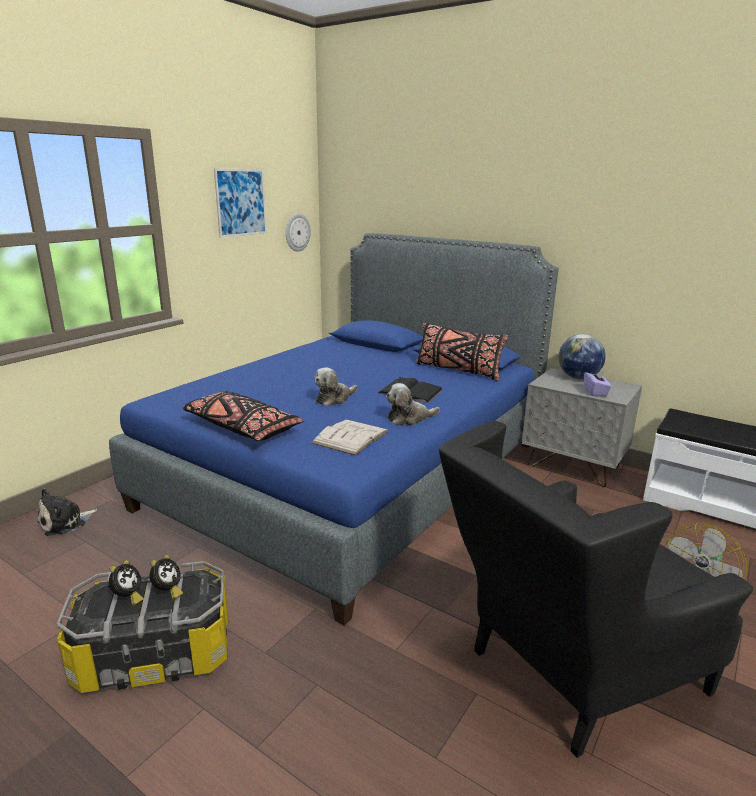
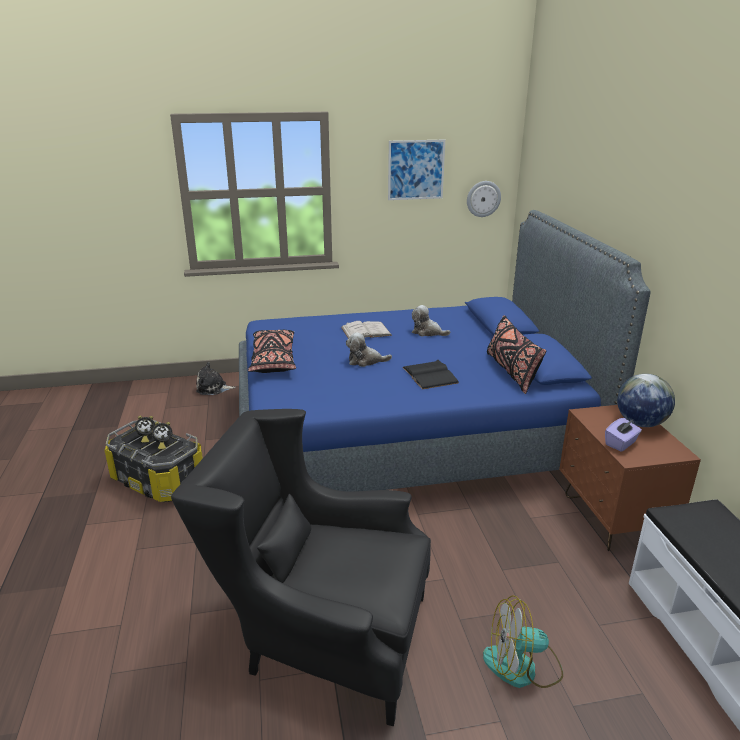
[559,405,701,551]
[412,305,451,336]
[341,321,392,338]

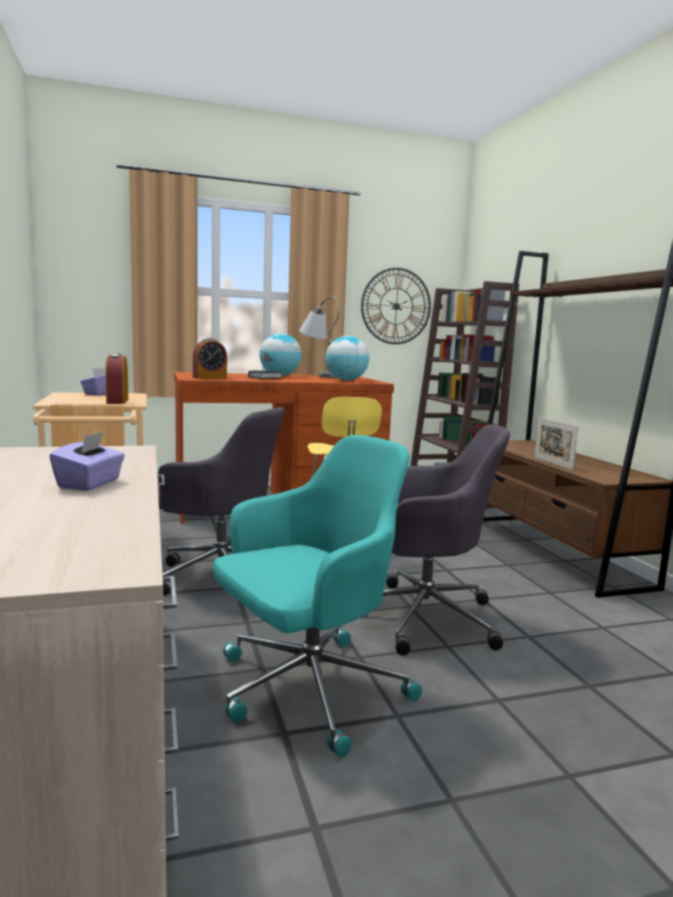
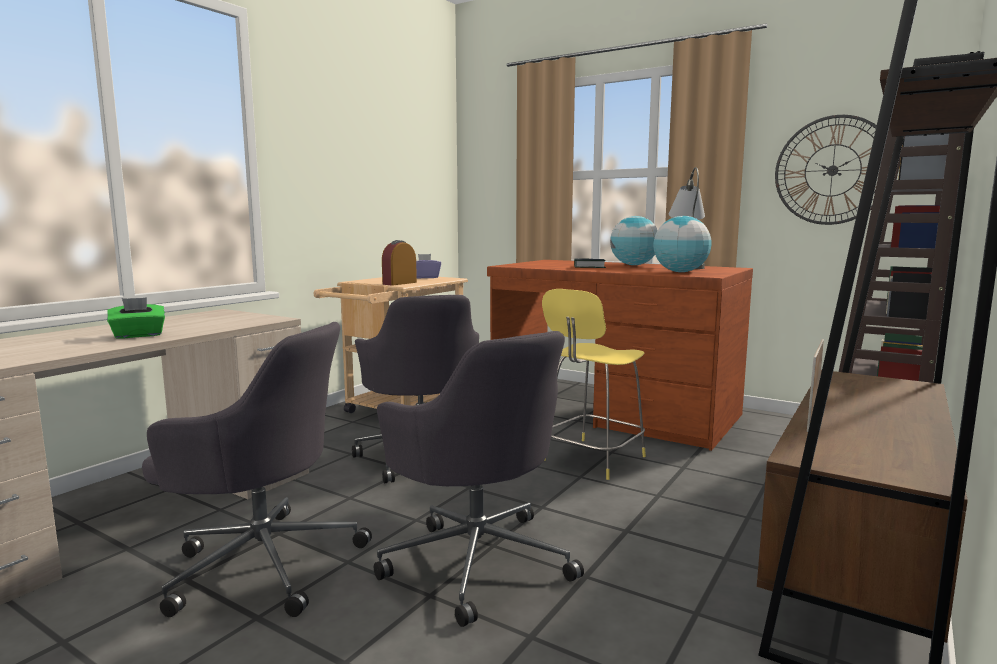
[193,338,227,379] (first image)
[107,297,165,339]
[142,322,372,617]

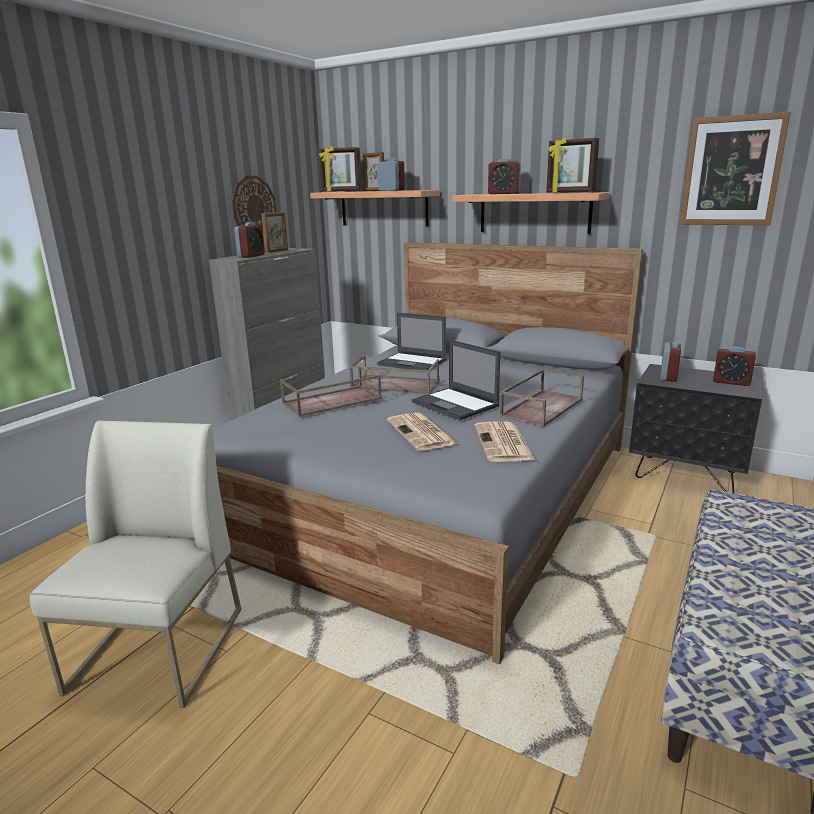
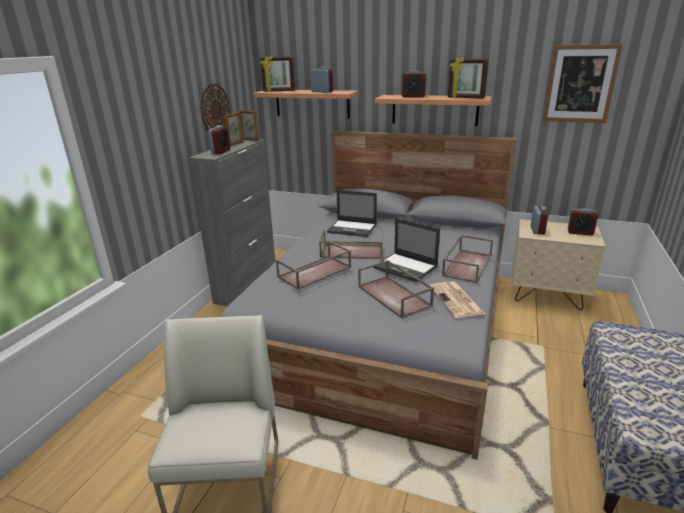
[239,110,259,141]
[512,219,606,310]
[358,260,434,318]

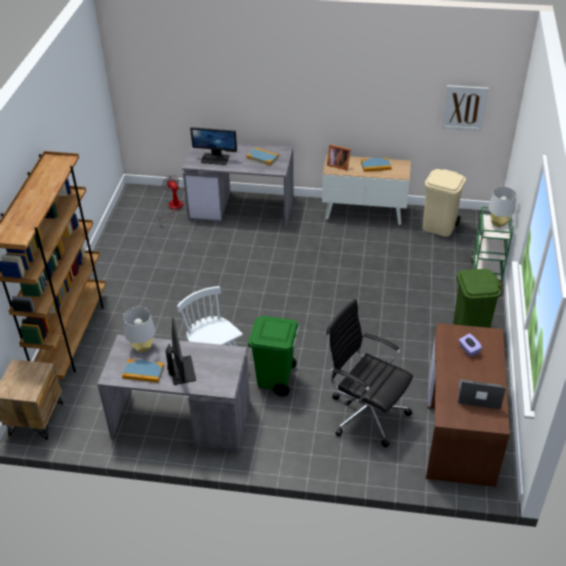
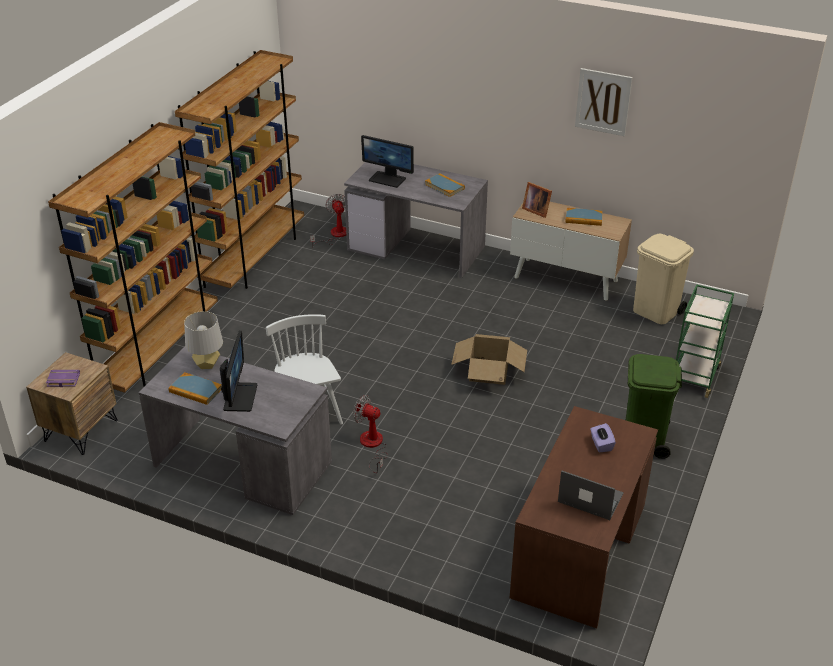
[575,68,632,136]
[488,187,516,228] (first image)
[327,299,413,447] (first image)
[353,395,388,473]
[175,50,304,289]
[451,334,527,385]
[46,370,80,387]

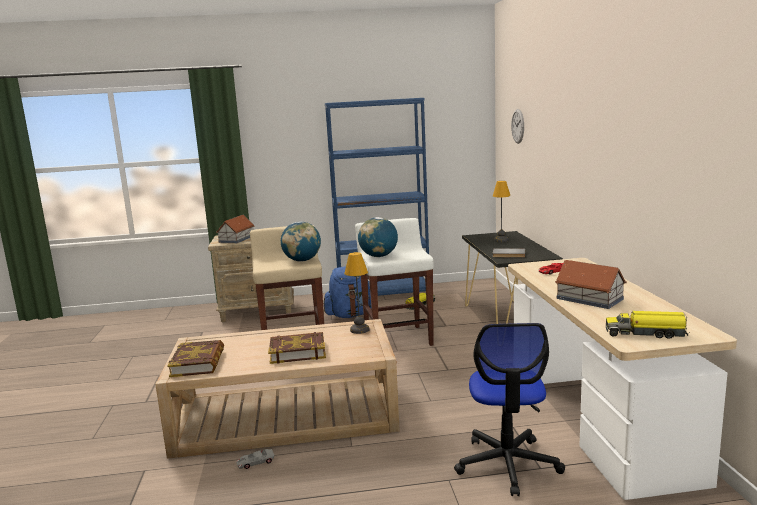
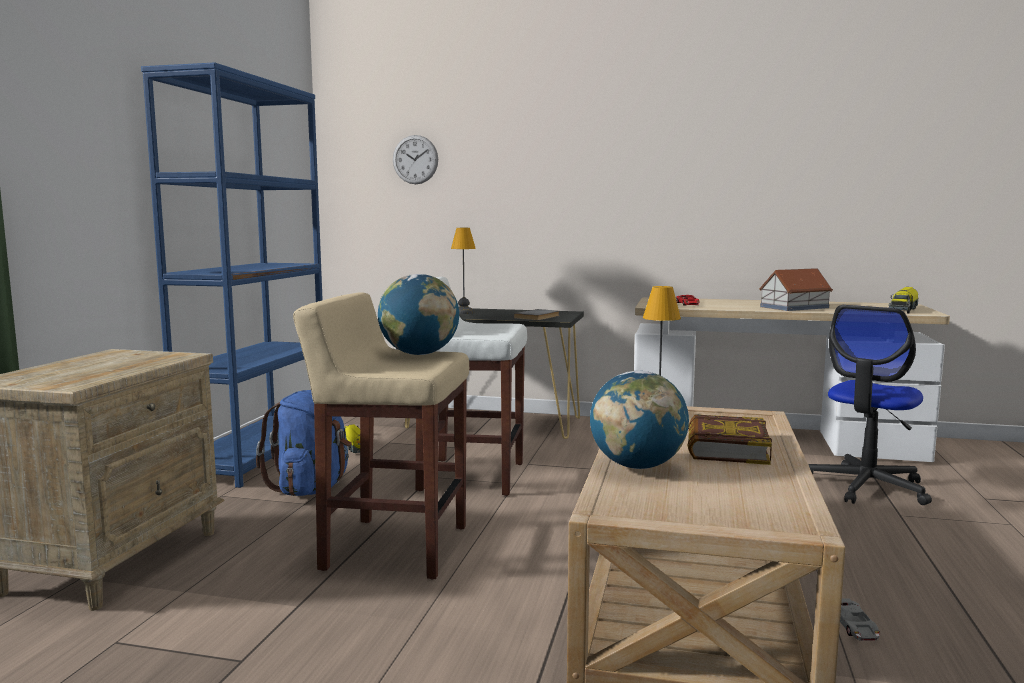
[216,215,255,243] (first image)
[590,371,689,469]
[808,305,932,505]
[167,340,224,377] (first image)

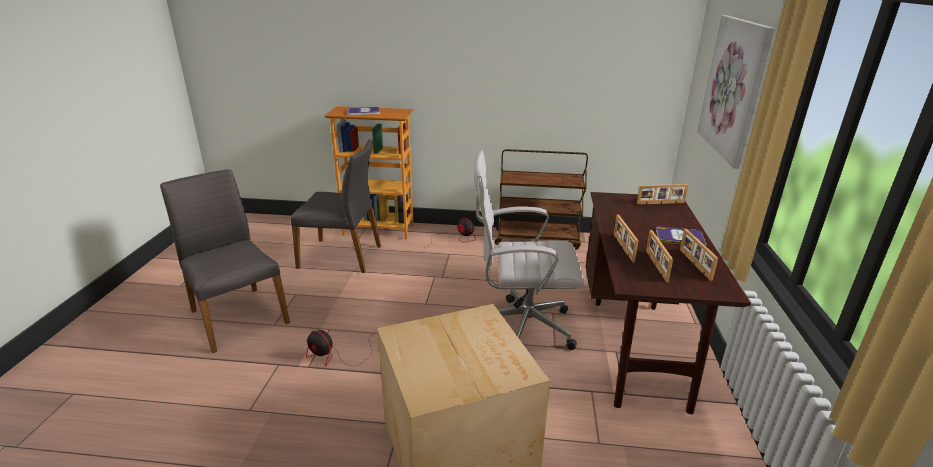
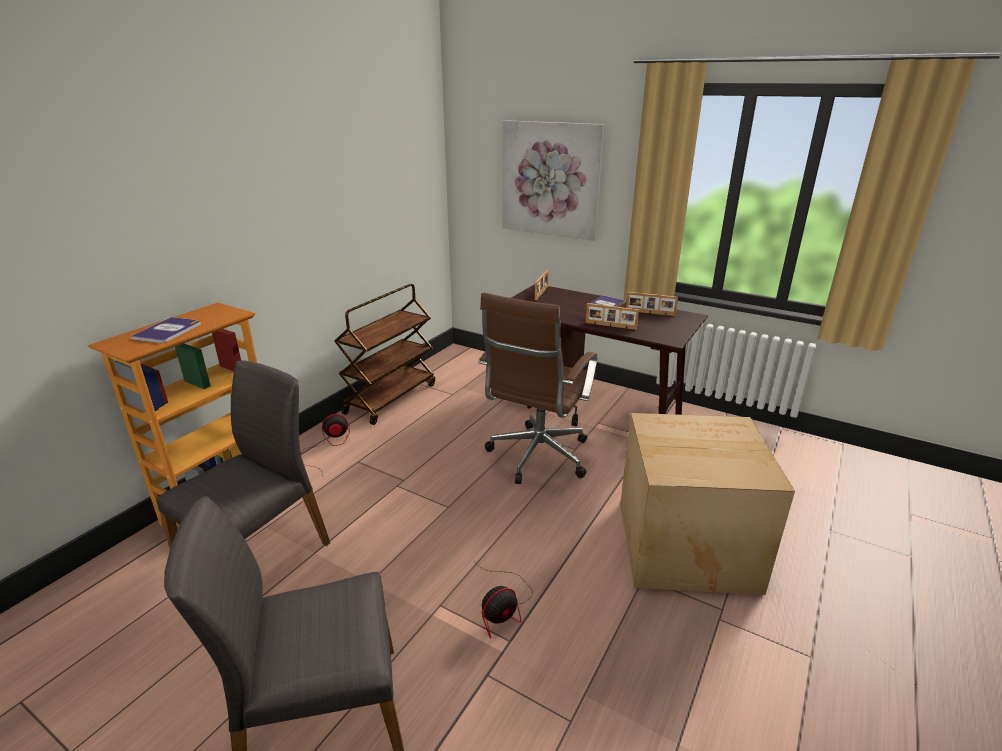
[478,293,597,484]
[646,230,674,282] (first image)

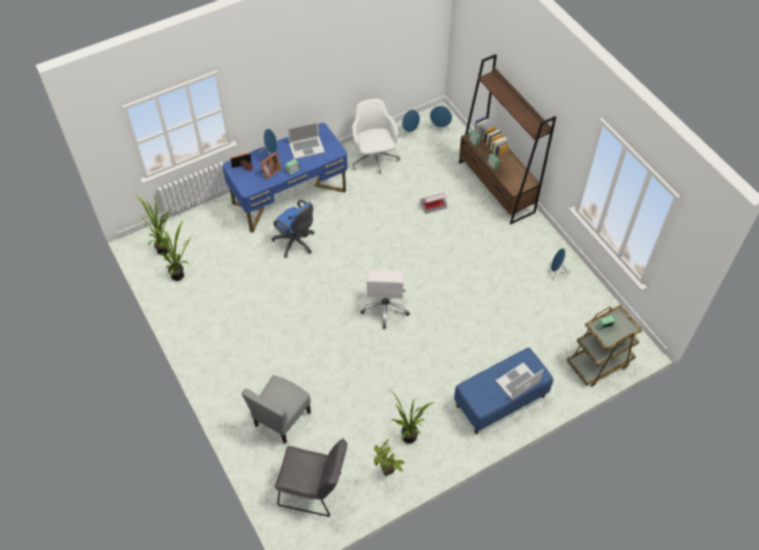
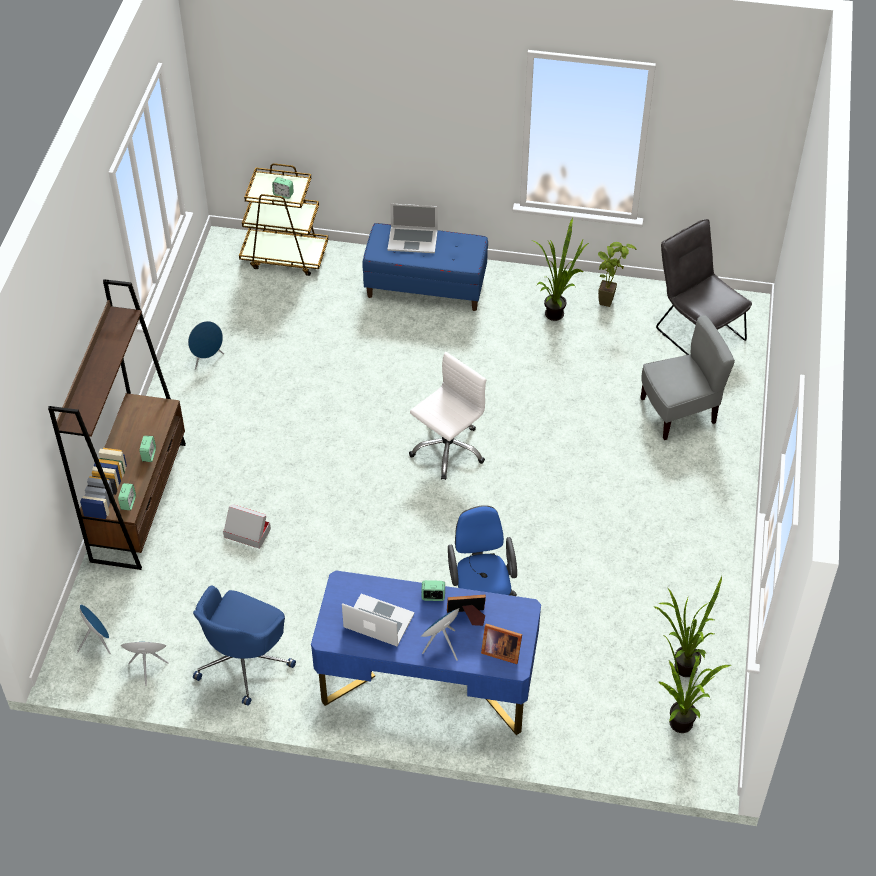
[193,585,296,706]

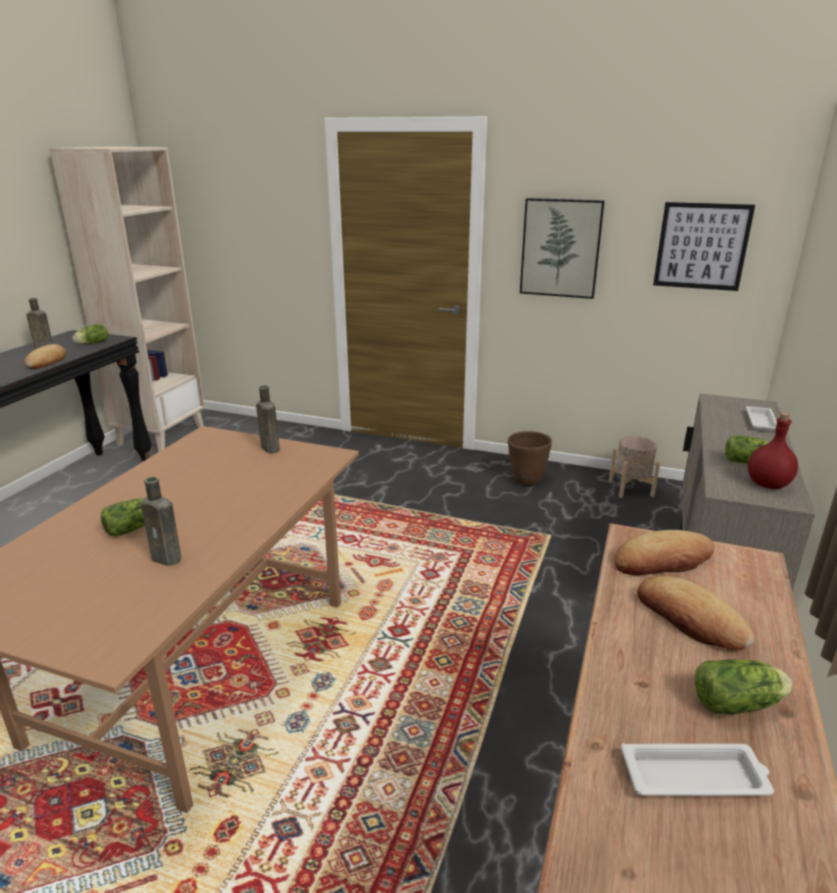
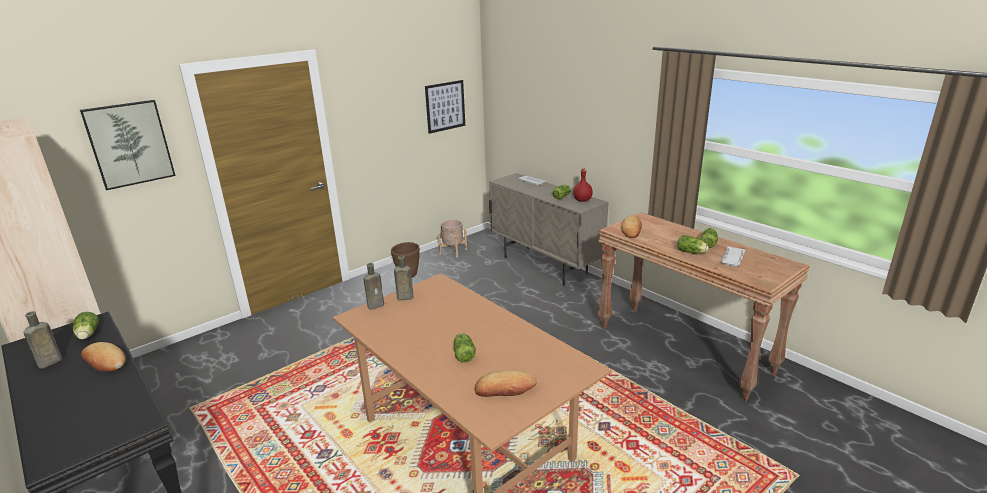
[80,100,175,190]
[364,263,384,310]
[475,370,537,397]
[677,235,709,254]

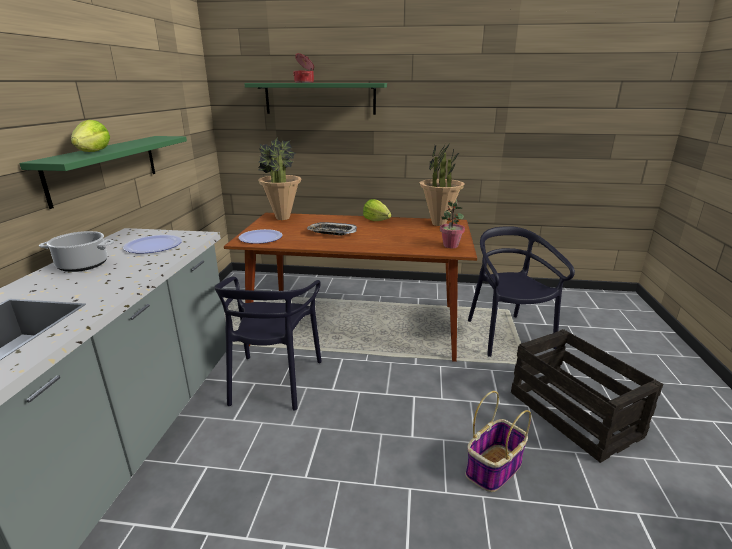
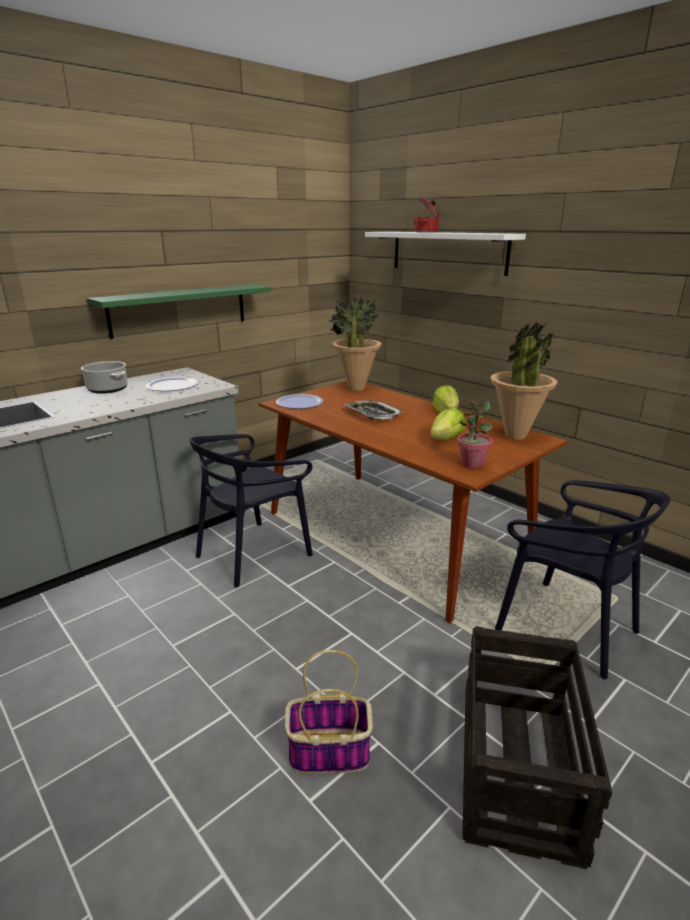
[365,232,526,276]
[430,408,466,440]
[495,480,670,679]

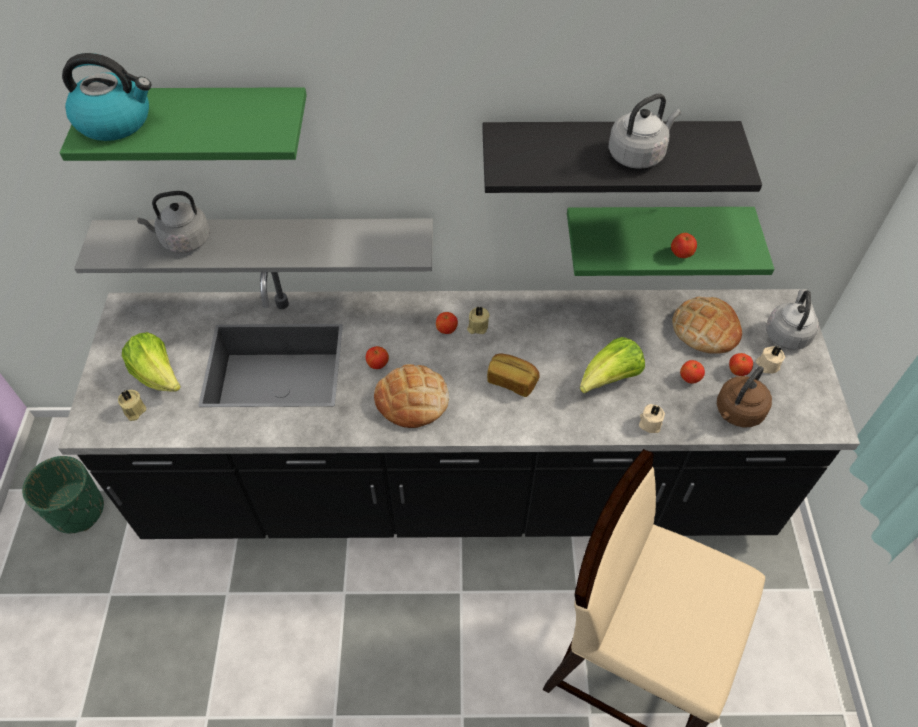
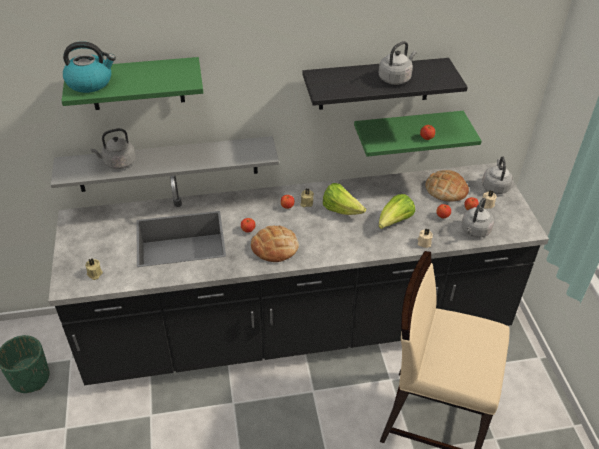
[323,183,366,215]
[487,354,540,397] (first image)
[461,198,494,238]

